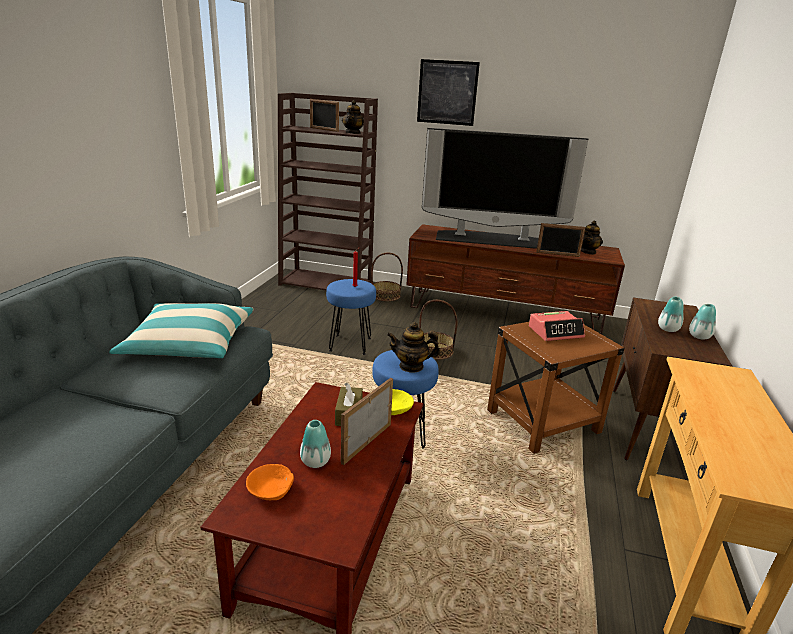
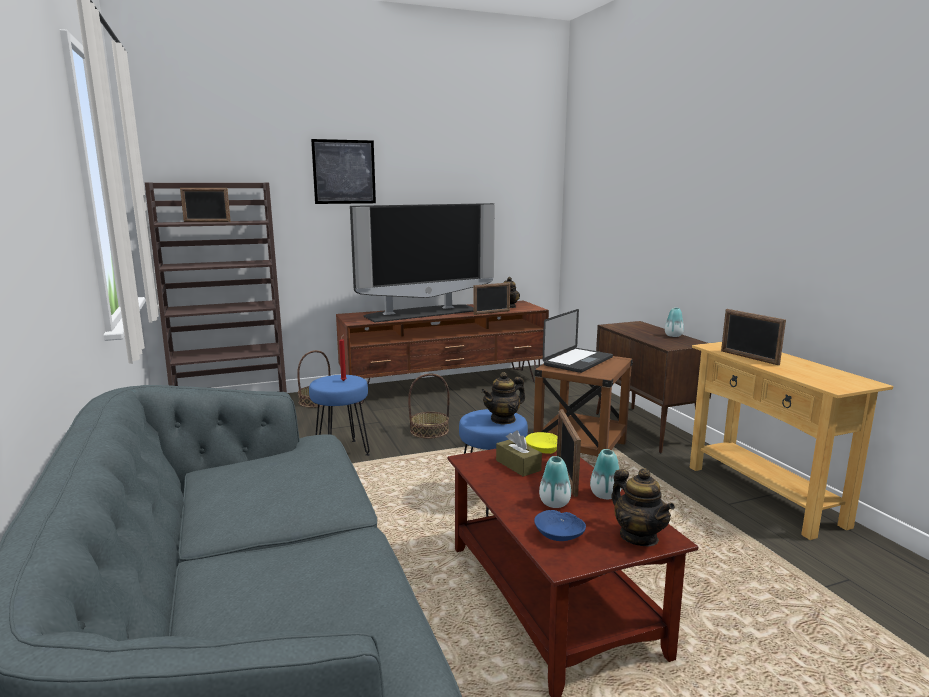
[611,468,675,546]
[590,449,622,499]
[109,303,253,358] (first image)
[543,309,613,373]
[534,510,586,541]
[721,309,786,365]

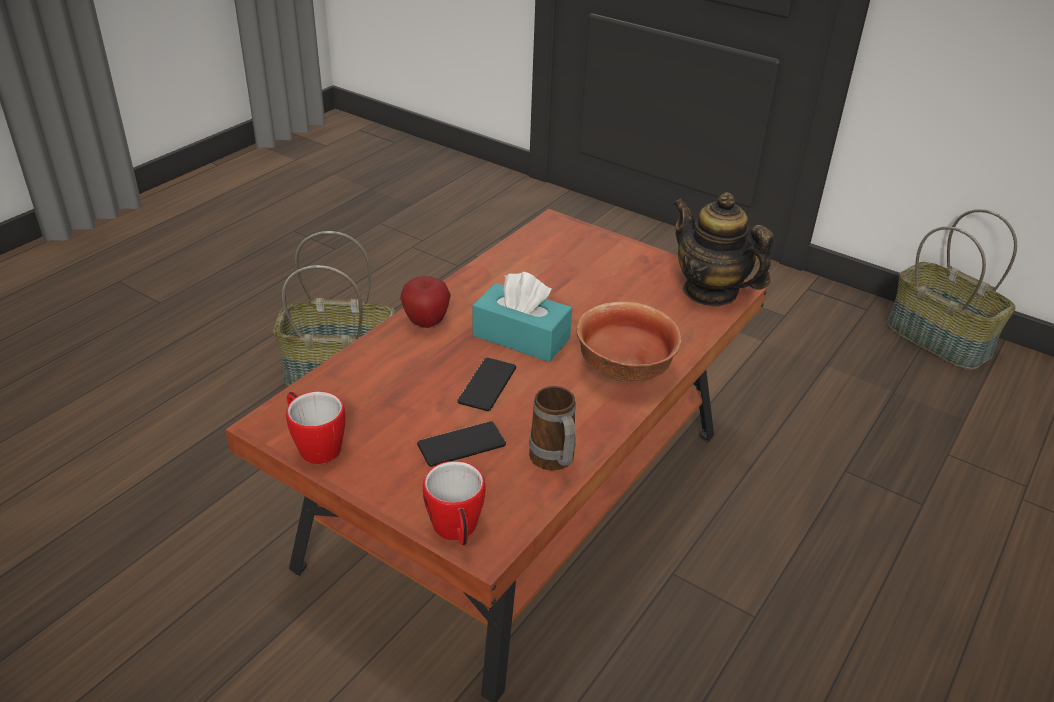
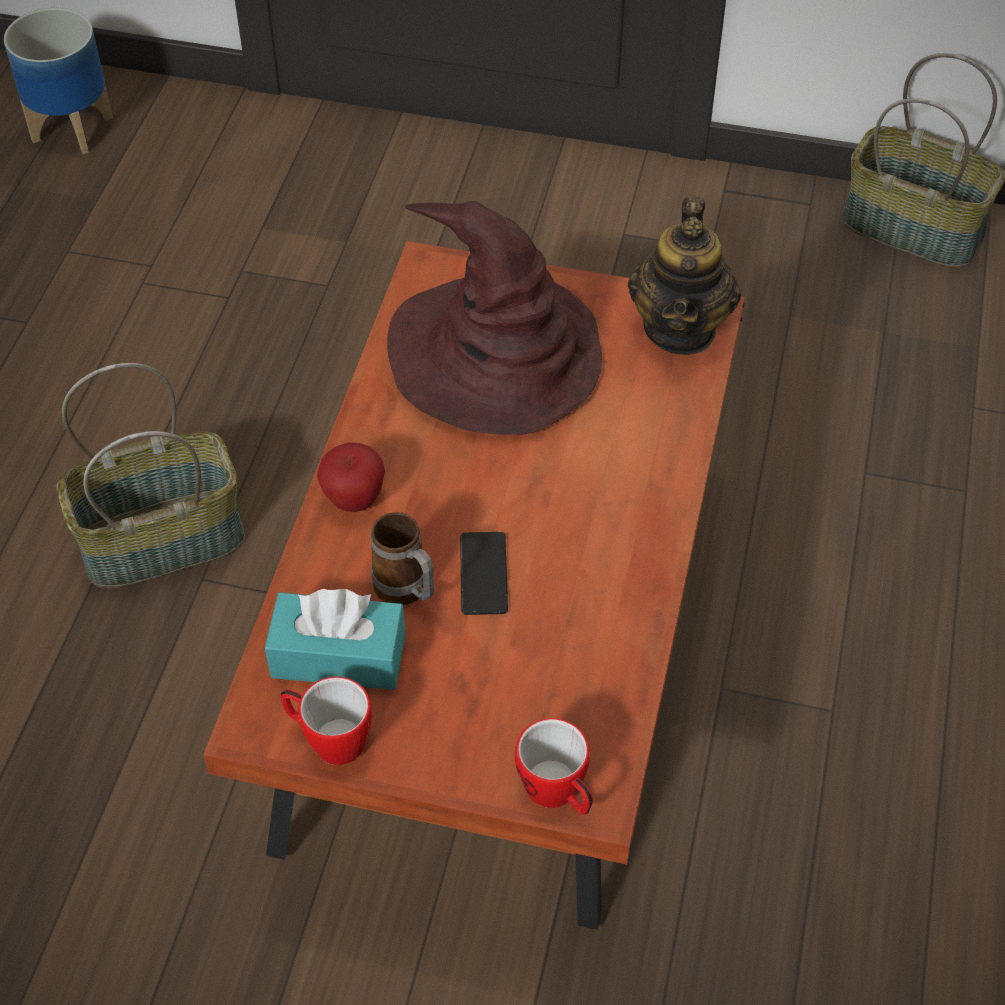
[628,196,741,355]
[265,589,406,690]
[577,302,681,382] (first image)
[371,512,434,605]
[417,421,506,467] (first image)
[4,8,113,154]
[387,201,602,435]

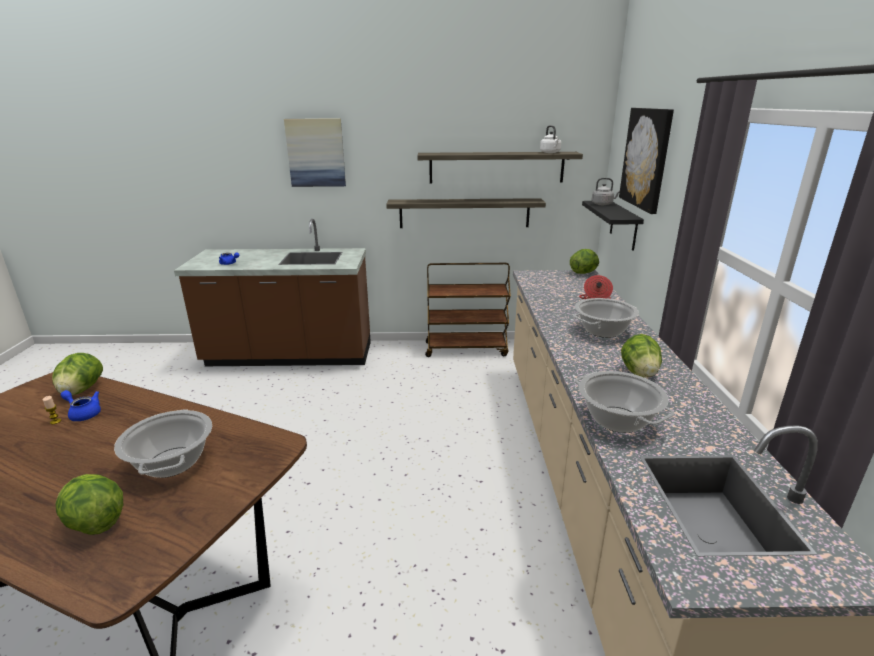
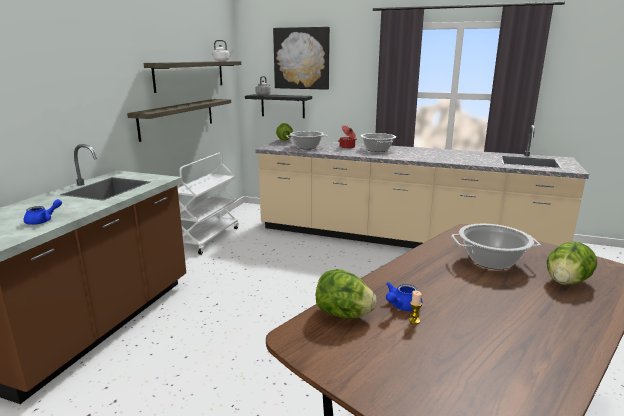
[284,118,346,187] (first image)
[177,153,239,255]
[621,334,662,377] (first image)
[286,131,327,149]

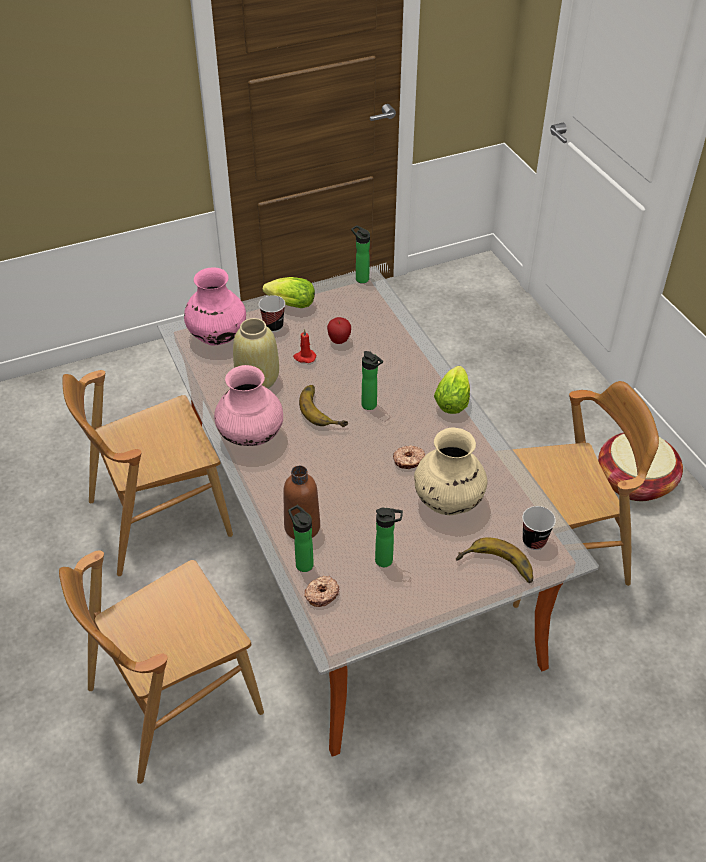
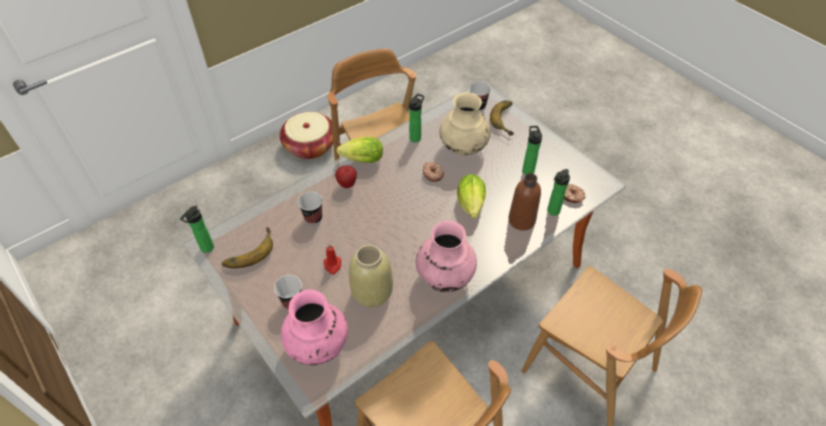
[457,174,486,218]
[335,165,357,188]
[409,94,424,142]
[222,227,273,269]
[298,192,323,224]

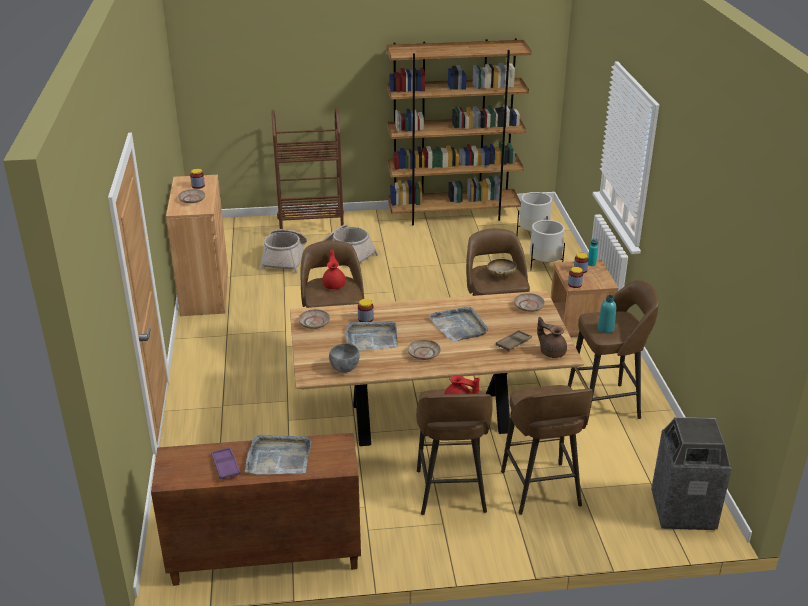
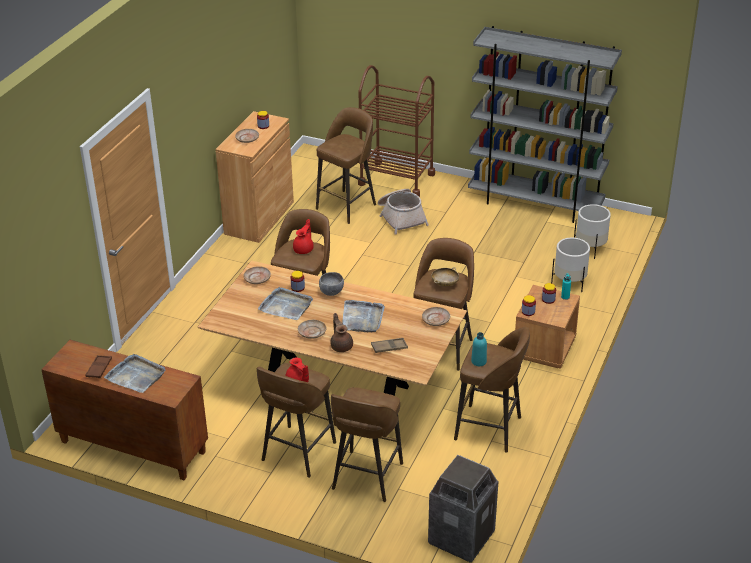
[468,26,622,223]
[316,107,376,224]
[330,313,353,352]
[319,272,344,296]
[85,355,112,378]

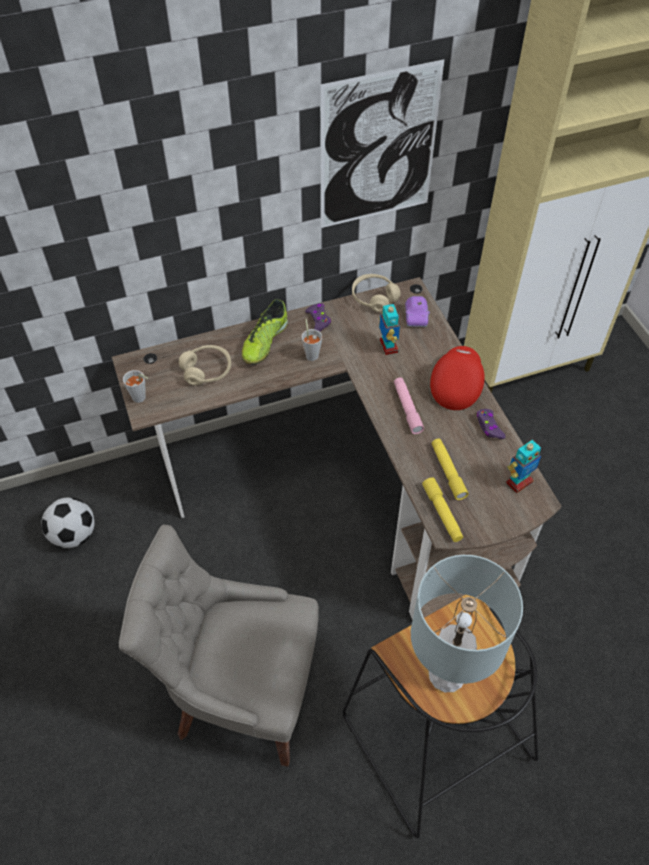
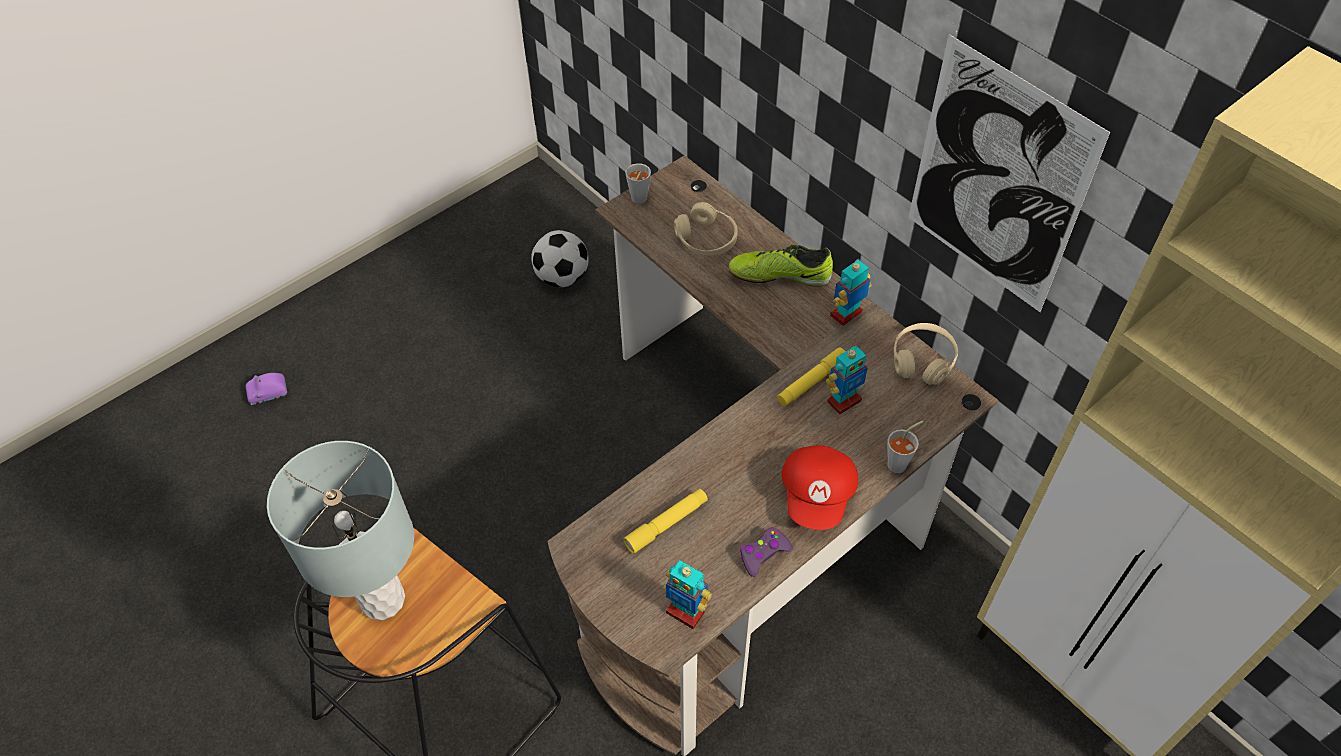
[246,373,287,405]
[830,259,872,326]
[887,421,923,473]
[782,445,858,530]
[394,377,424,434] (first image)
[777,348,846,406]
[119,524,319,767] (first image)

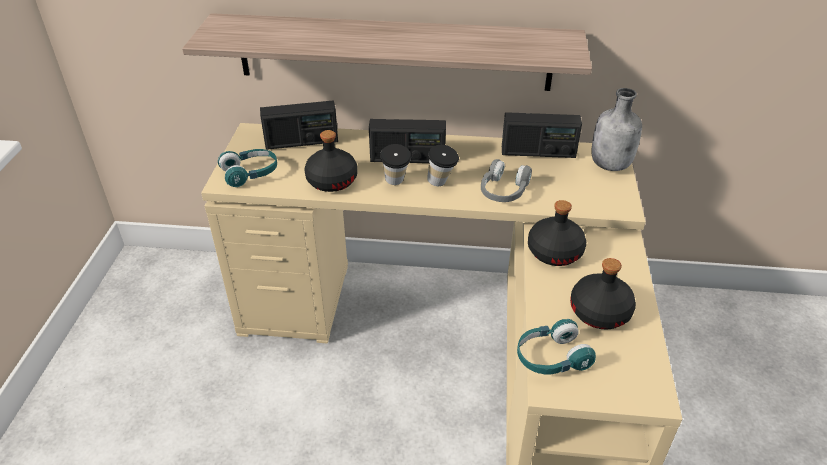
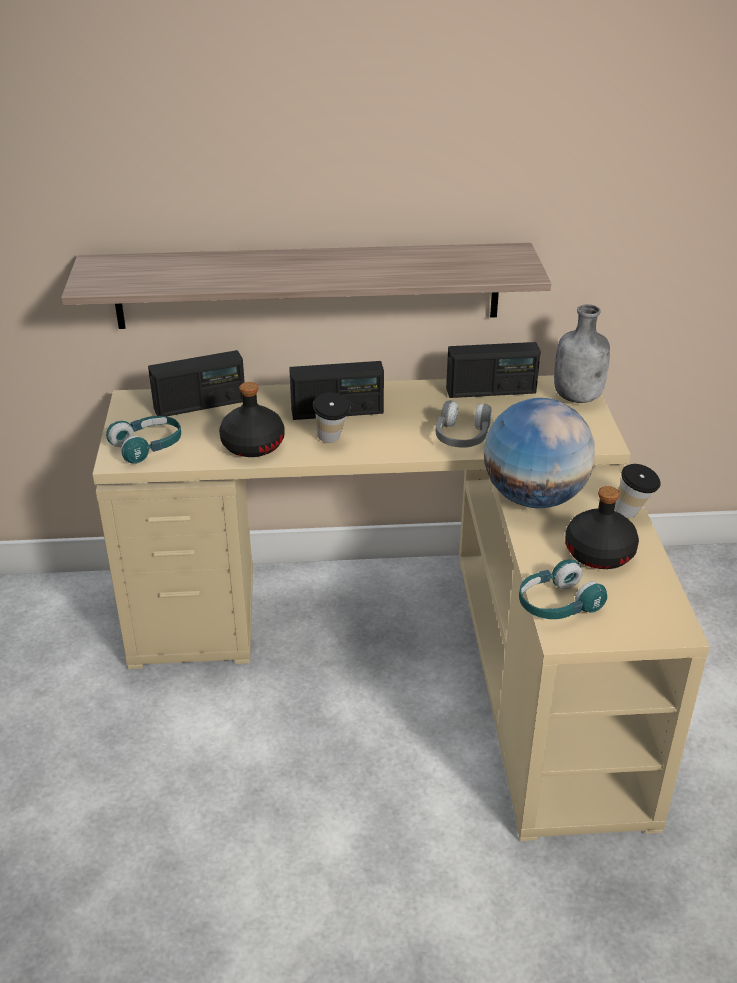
[614,464,661,518]
[484,398,595,508]

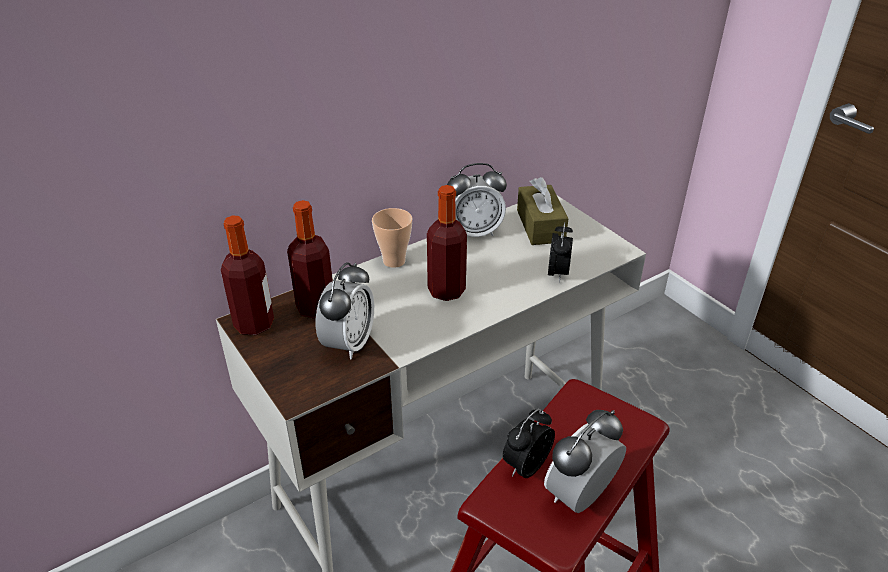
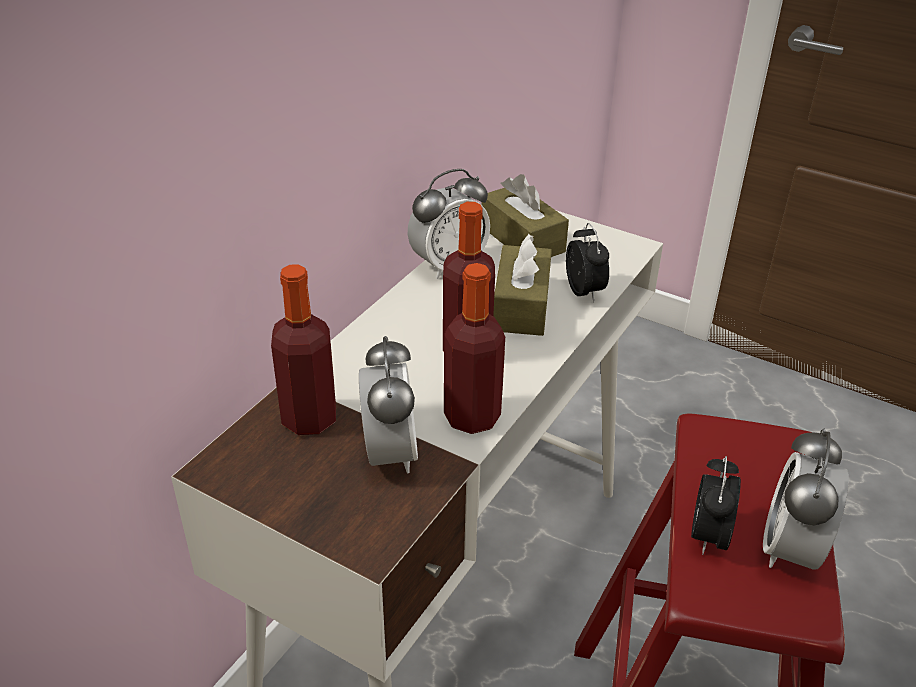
[372,208,412,268] (first image)
[444,263,505,434]
[493,234,552,336]

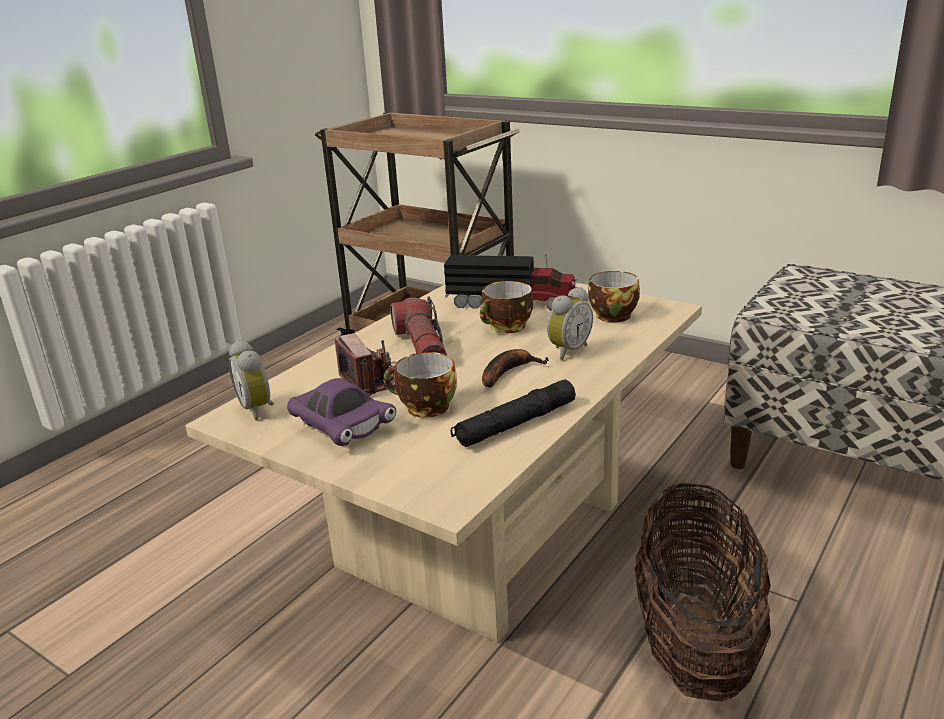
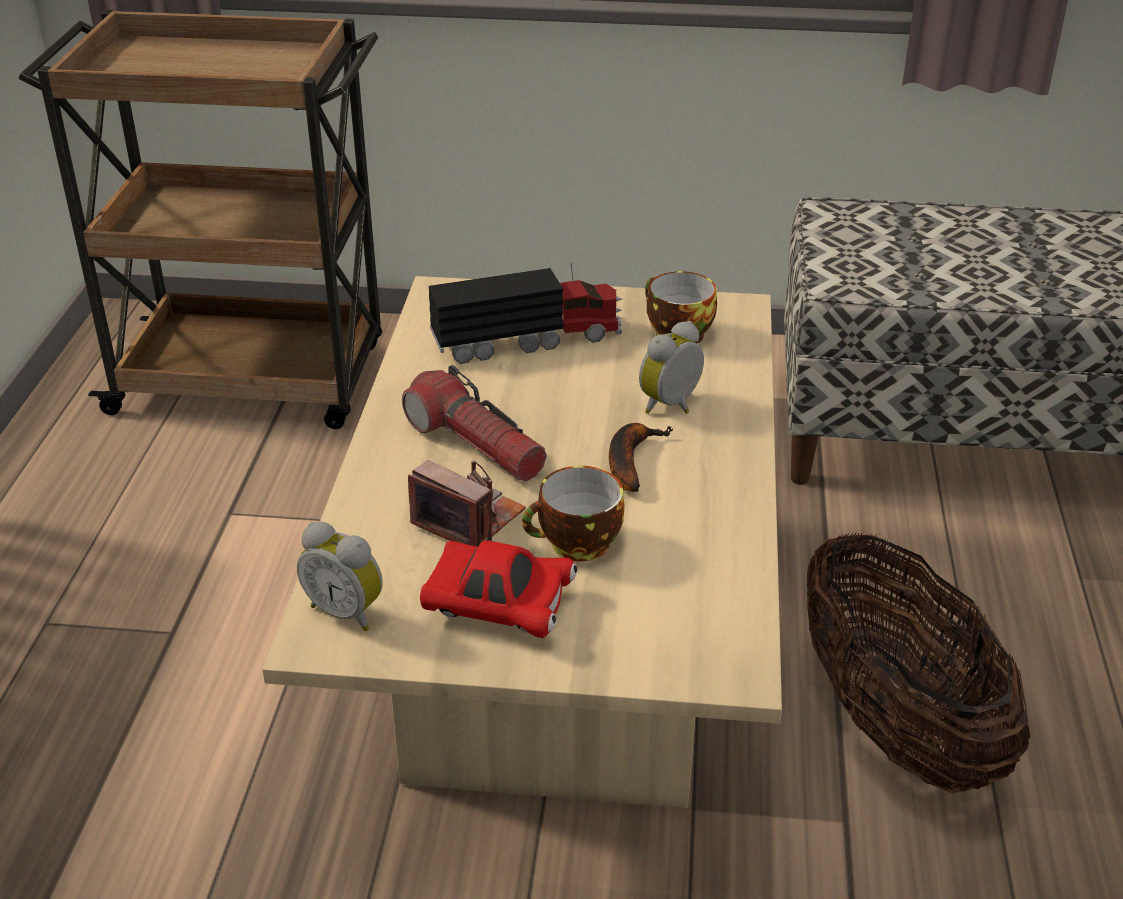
[480,281,533,333] (first image)
[639,321,704,414]
[420,540,577,638]
[450,380,576,447] (first image)

